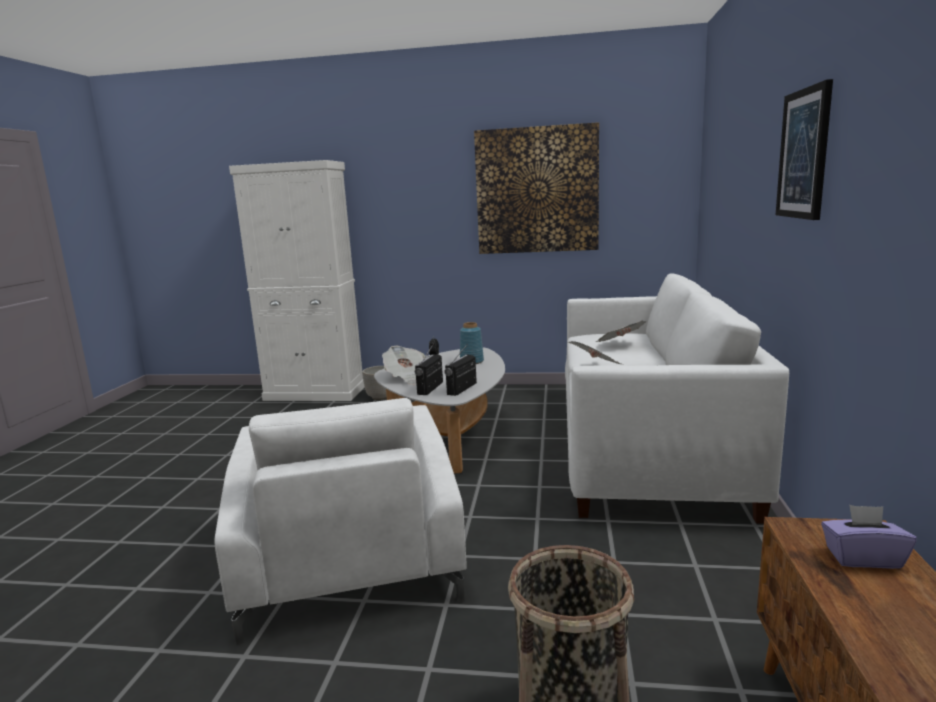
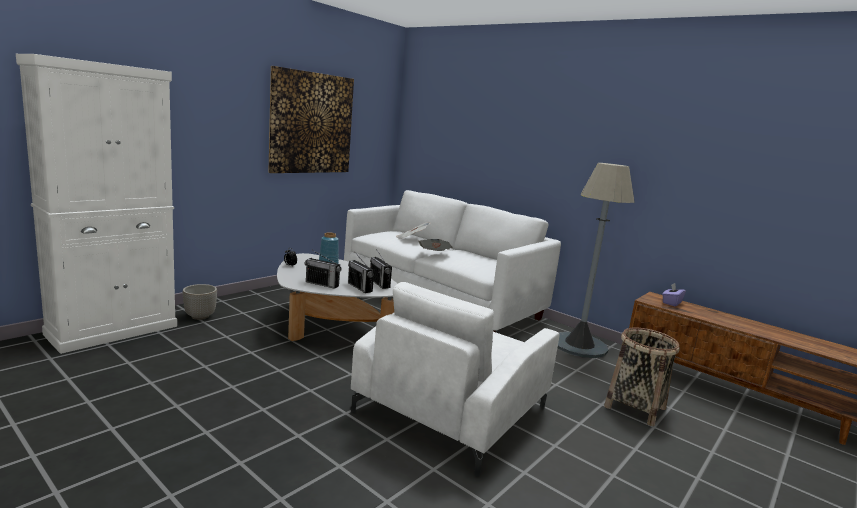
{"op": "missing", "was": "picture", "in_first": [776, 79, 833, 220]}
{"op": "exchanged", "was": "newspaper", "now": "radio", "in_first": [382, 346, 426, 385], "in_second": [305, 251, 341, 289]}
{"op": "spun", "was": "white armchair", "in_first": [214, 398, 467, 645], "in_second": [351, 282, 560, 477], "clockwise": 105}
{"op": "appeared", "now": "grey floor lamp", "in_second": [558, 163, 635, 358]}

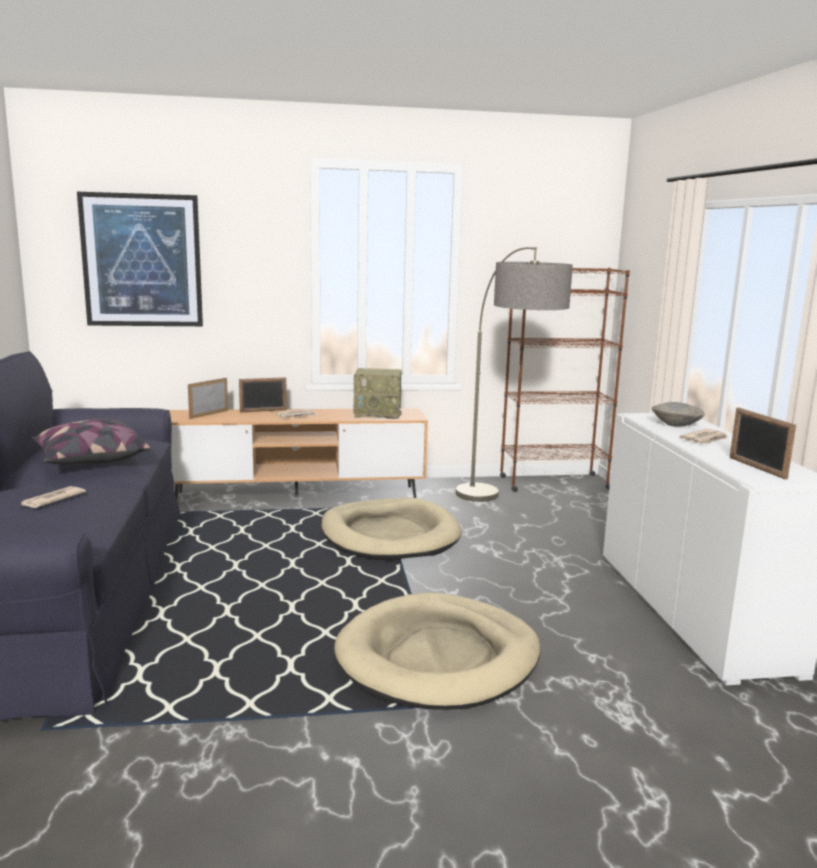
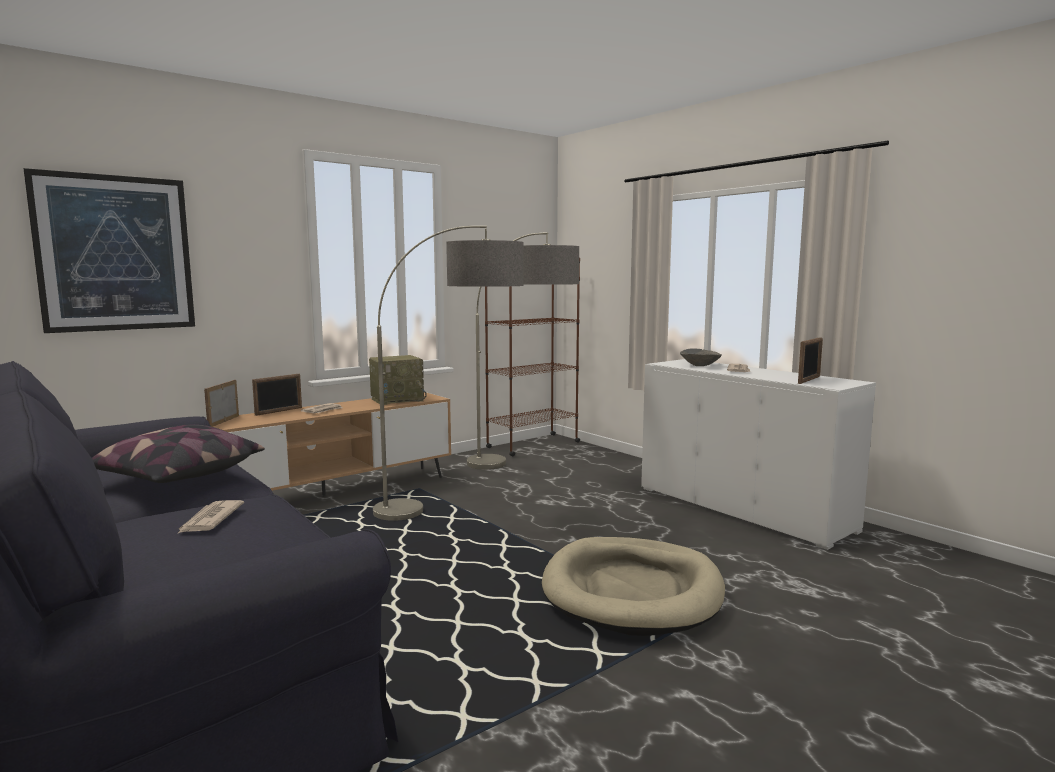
{"op": "spun", "was": "picture frame", "in_first": [730, 408, 796, 479], "in_second": [798, 337, 823, 384], "clockwise": -90}
{"op": "exchanged", "was": "beige dog bed", "now": "floor lamp", "in_first": [321, 497, 462, 561], "in_second": [373, 226, 523, 521]}

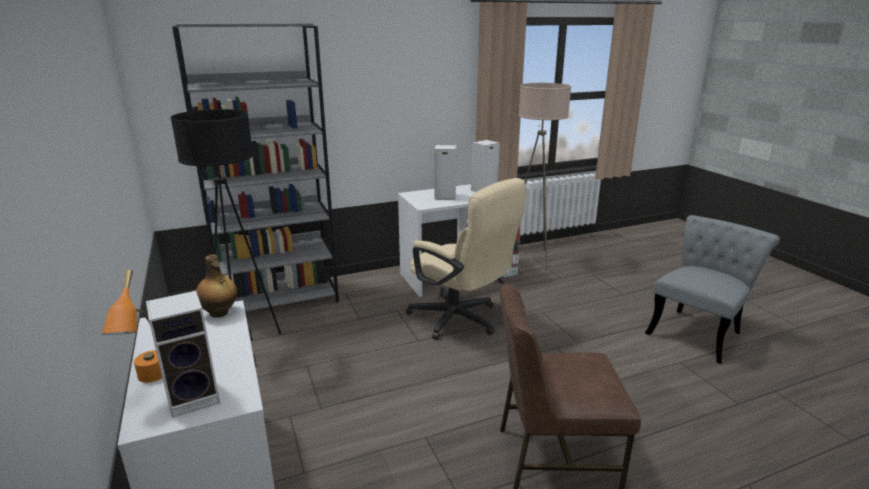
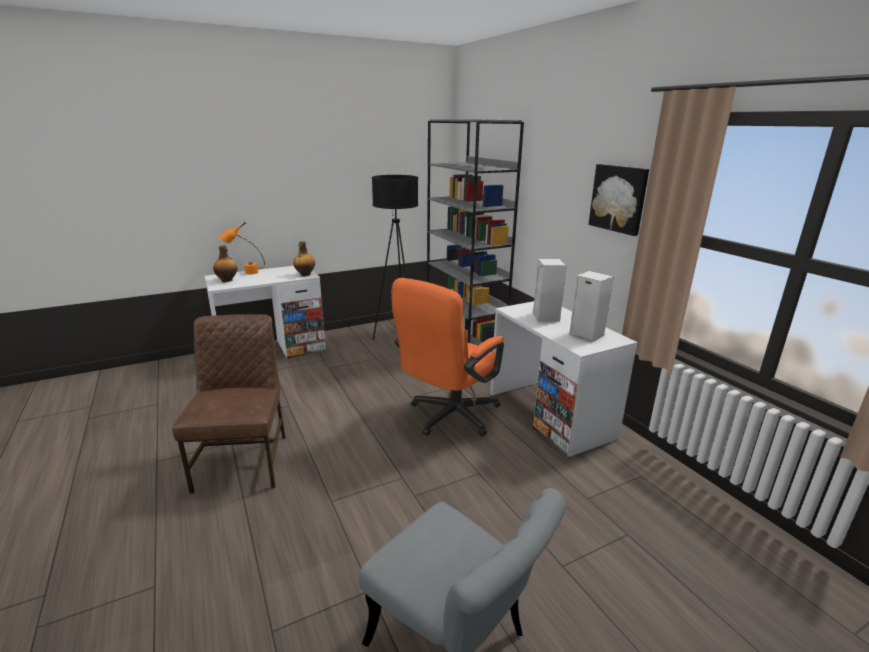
{"op": "missing", "was": "beige floor lamp", "in_first": [518, 83, 571, 270]}
{"op": "colour", "was": "beige office chair", "now": "orange office chair", "in_first": [405, 178, 526, 340], "in_second": [391, 278, 504, 436]}
{"op": "exchanged", "was": "speaker", "now": "bottle", "in_first": [146, 291, 220, 418], "in_second": [213, 245, 238, 282]}
{"op": "appeared", "now": "picture", "in_second": [589, 164, 649, 236]}

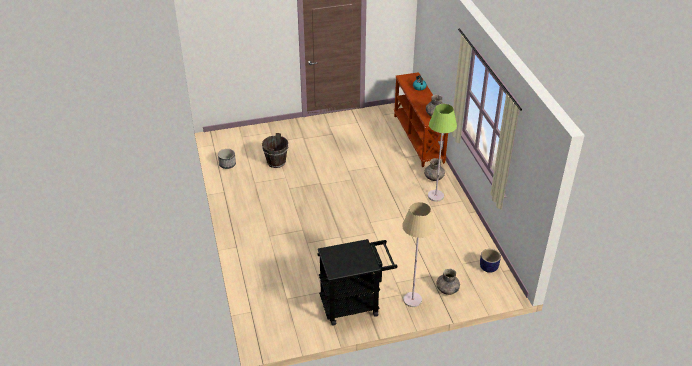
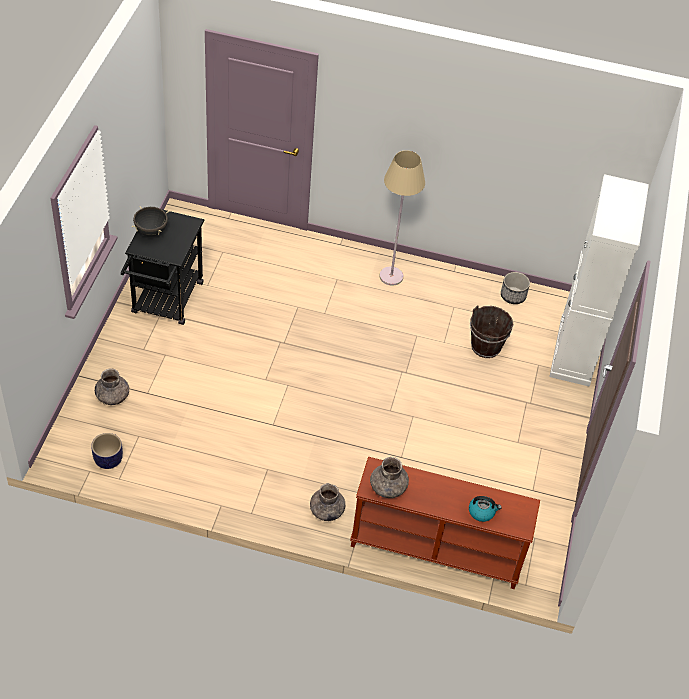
{"op": "missing", "was": "green floor lamp", "in_first": [428, 104, 457, 202]}
{"op": "relocated", "was": "beige floor lamp", "in_first": [402, 202, 435, 307], "in_second": [379, 150, 425, 286]}
{"op": "appeared", "now": "white cabinet", "in_second": [549, 174, 649, 387]}
{"op": "appeared", "now": "black cooking pot", "in_second": [132, 206, 169, 237]}

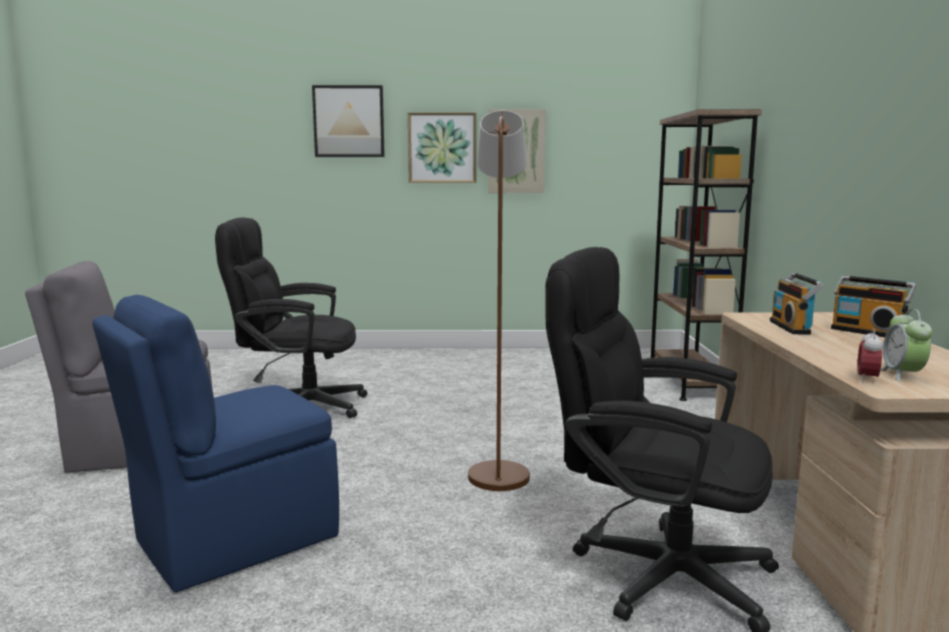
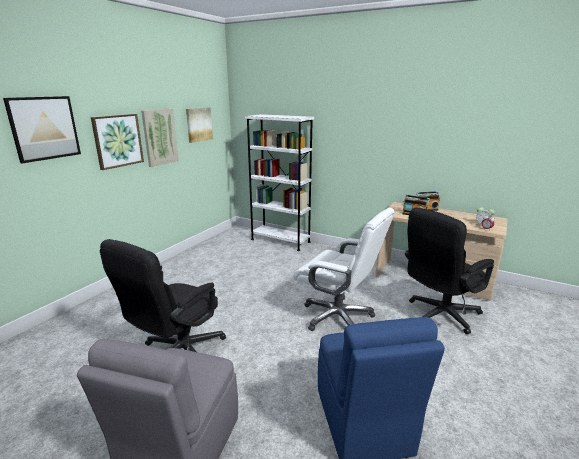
{"op": "colour", "was": "brown bookcase", "now": "white bookcase", "in_first": [651, 109, 762, 401], "in_second": [245, 114, 314, 251]}
{"op": "exchanged", "was": "brown floor lamp", "now": "white office chair", "in_first": [468, 111, 530, 491], "in_second": [294, 208, 395, 331]}
{"op": "appeared", "now": "picture", "in_second": [186, 107, 213, 143]}

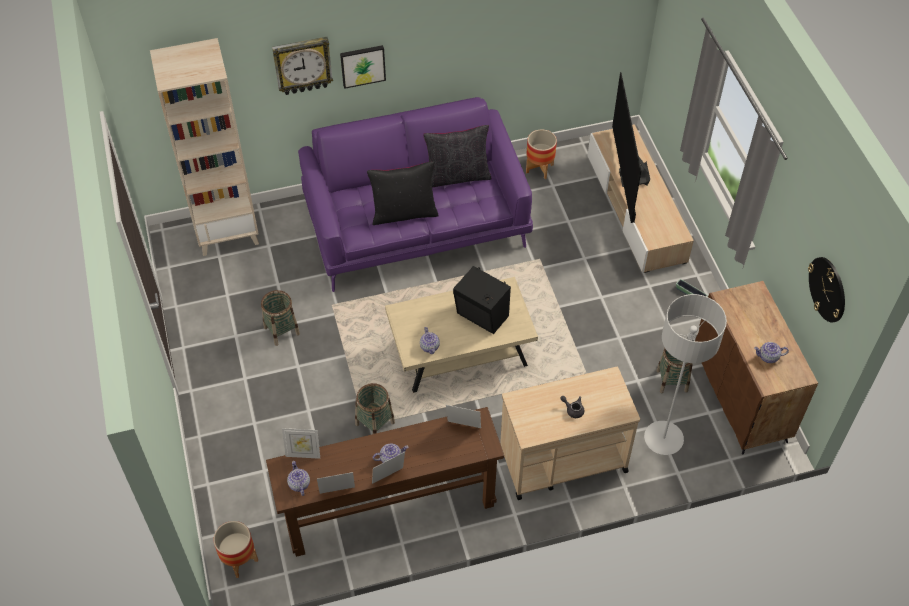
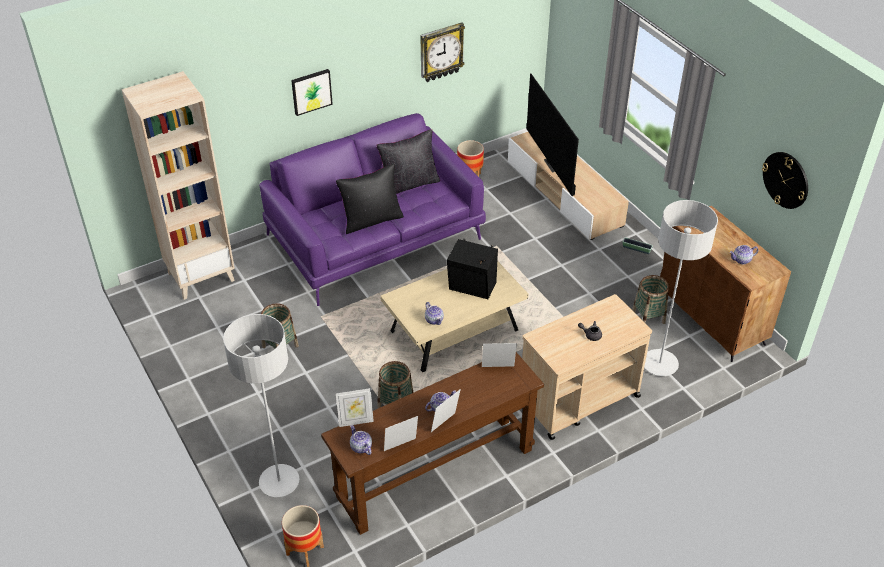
{"op": "relocated", "was": "wall clock", "in_first": [272, 37, 333, 95], "in_second": [420, 22, 465, 82]}
{"op": "appeared", "now": "grey floor lamp", "in_second": [223, 314, 299, 497]}

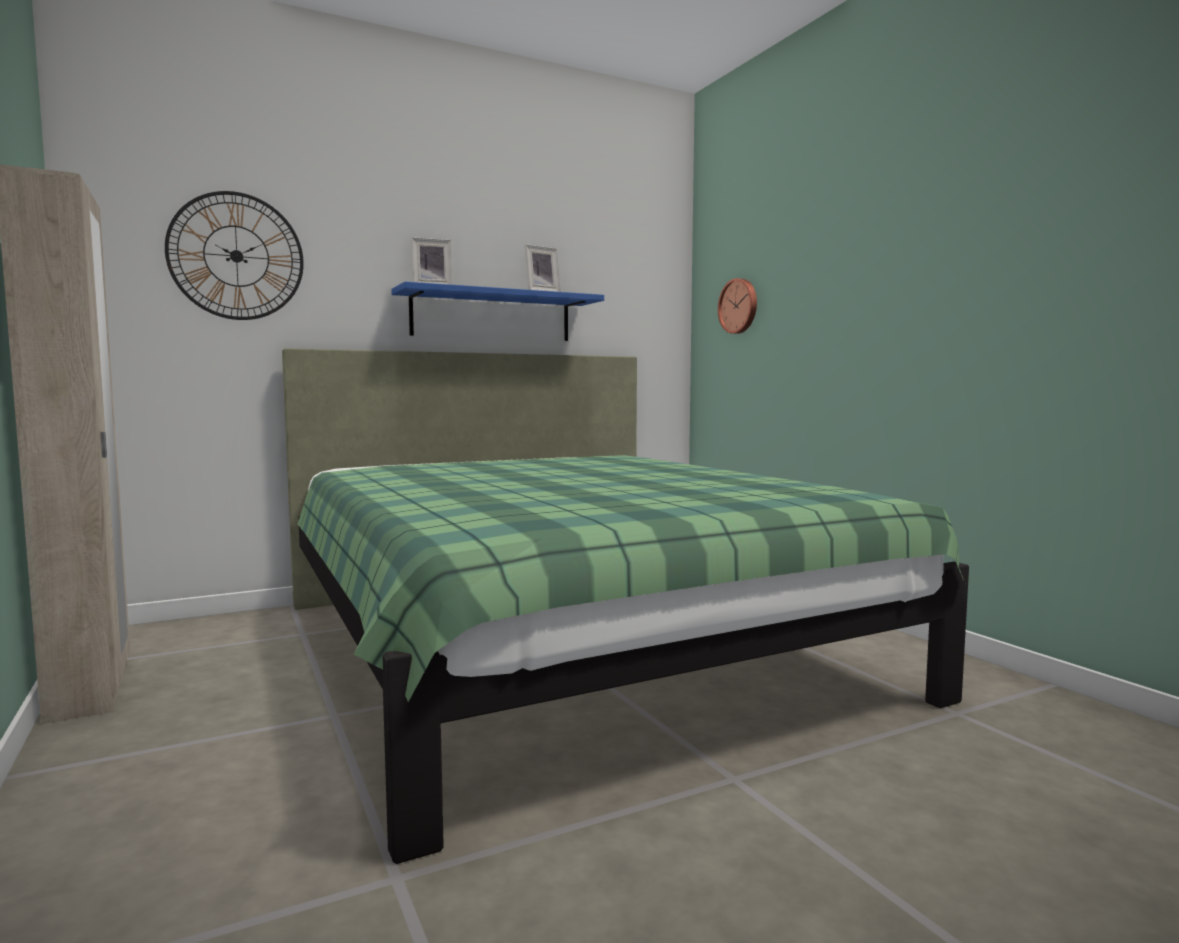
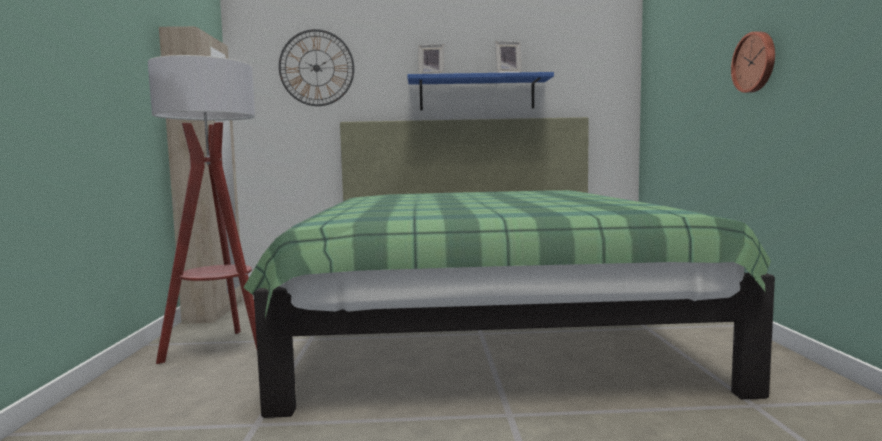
{"op": "relocated", "was": "wall clock", "in_first": [718, 278, 757, 334], "in_second": [731, 32, 775, 93]}
{"op": "appeared", "now": "floor lamp", "in_second": [148, 55, 257, 364]}

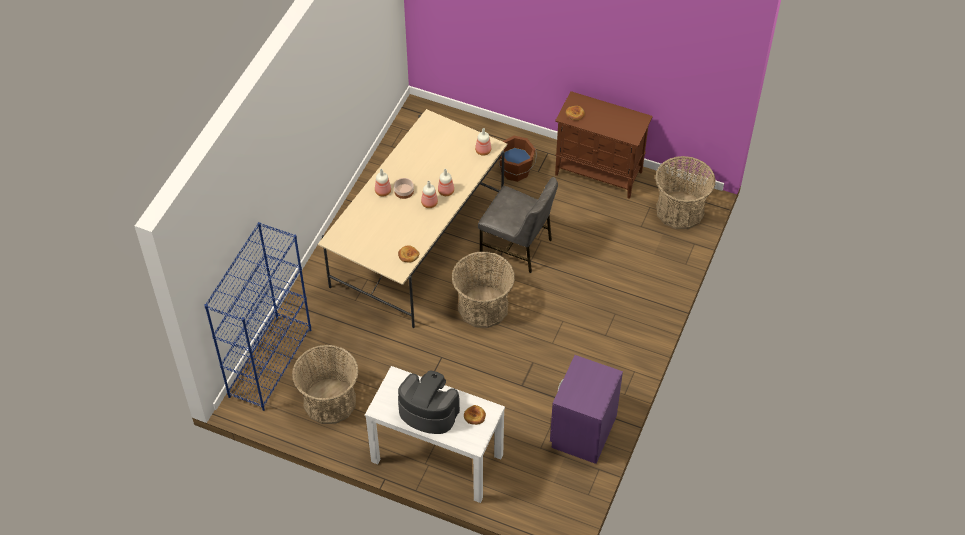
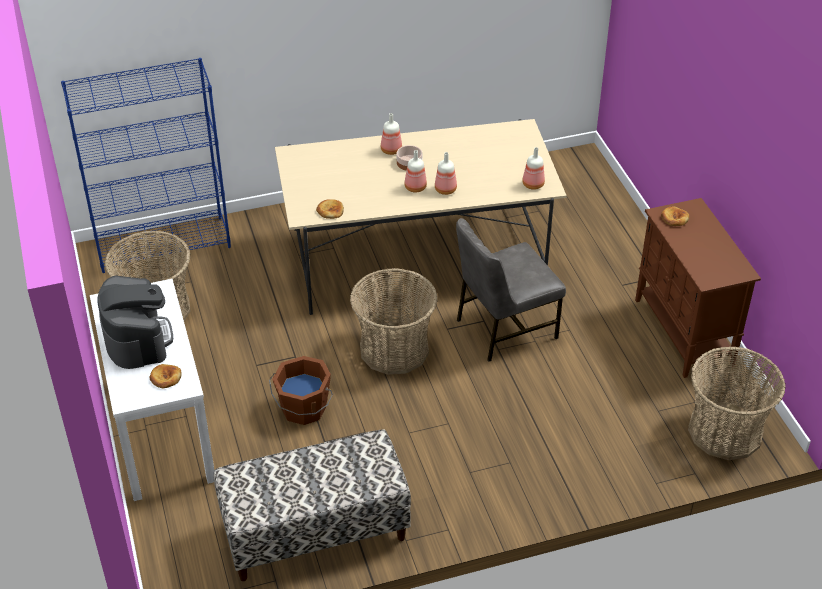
{"op": "relocated", "was": "brown bucket", "in_first": [499, 136, 537, 182], "in_second": [269, 356, 333, 425]}
{"op": "spun", "was": "grey chair", "in_first": [478, 177, 558, 273], "in_second": [456, 218, 566, 362], "clockwise": 75}
{"op": "exchanged", "was": "purple nightstand", "now": "bench", "in_first": [550, 355, 623, 464], "in_second": [214, 429, 411, 581]}

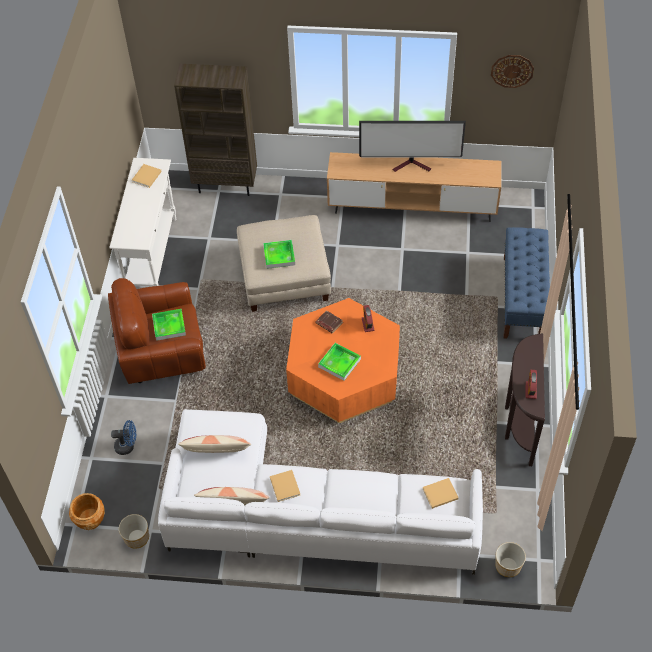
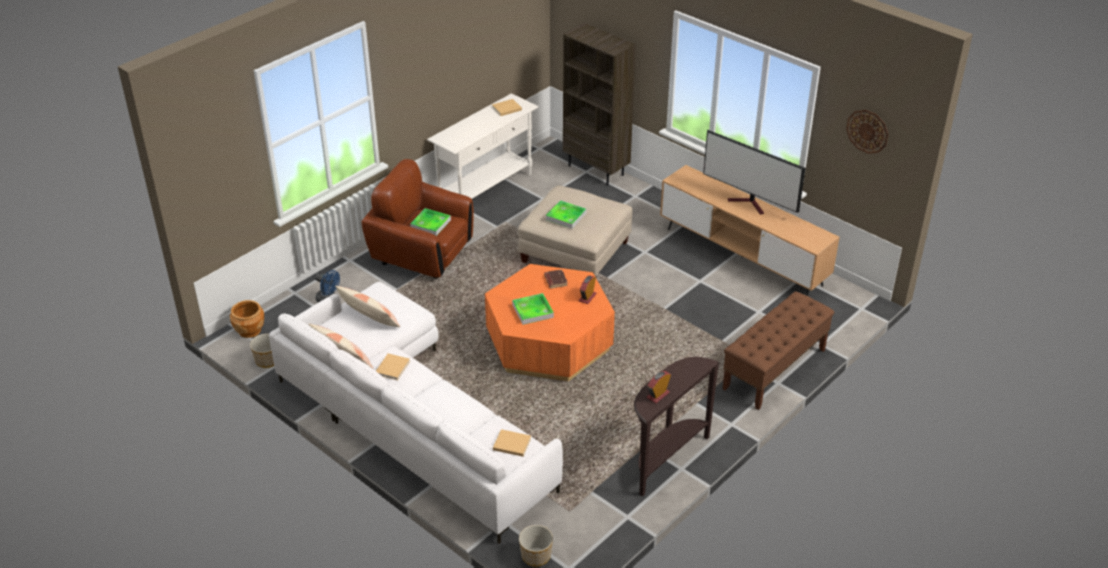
{"op": "colour", "was": "blue bench", "now": "brown bench", "in_first": [503, 227, 550, 339], "in_second": [722, 291, 834, 410]}

